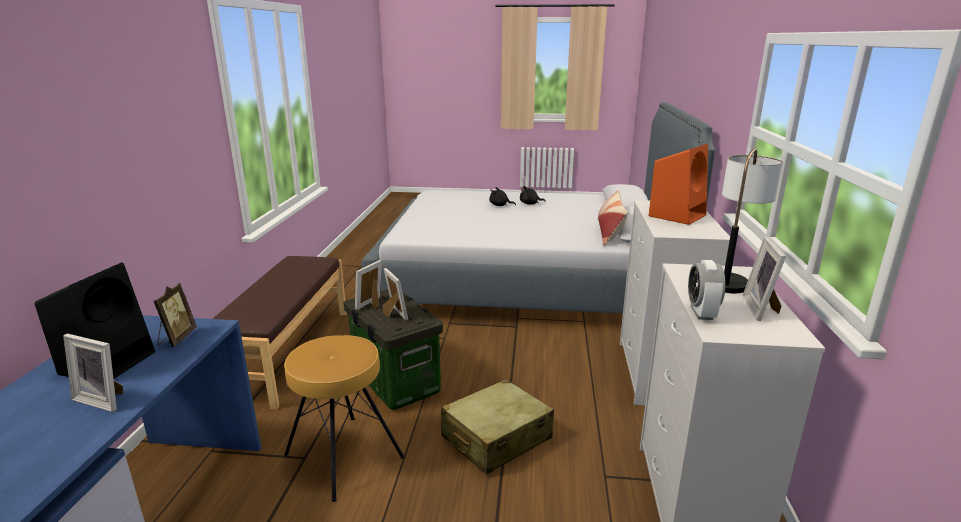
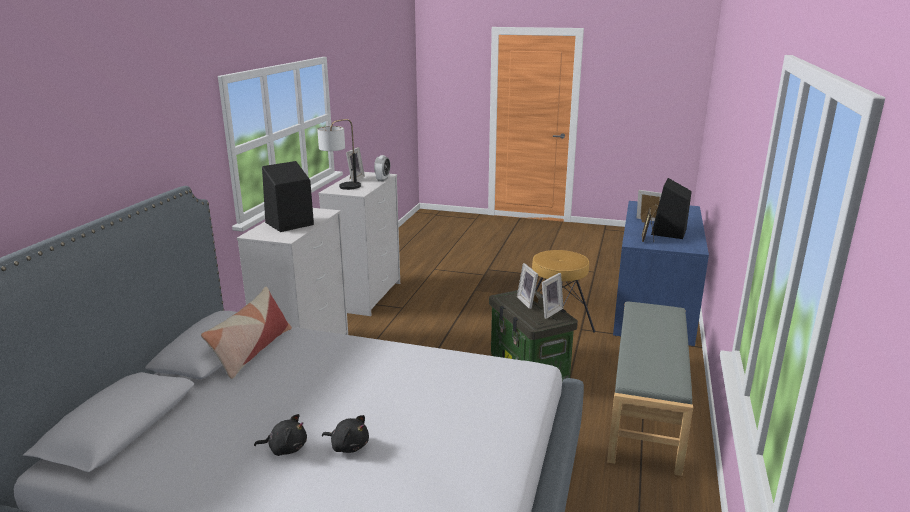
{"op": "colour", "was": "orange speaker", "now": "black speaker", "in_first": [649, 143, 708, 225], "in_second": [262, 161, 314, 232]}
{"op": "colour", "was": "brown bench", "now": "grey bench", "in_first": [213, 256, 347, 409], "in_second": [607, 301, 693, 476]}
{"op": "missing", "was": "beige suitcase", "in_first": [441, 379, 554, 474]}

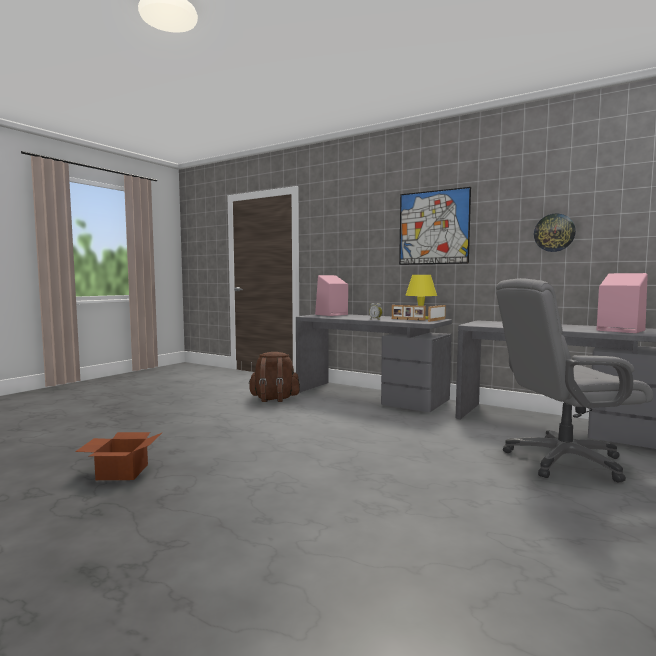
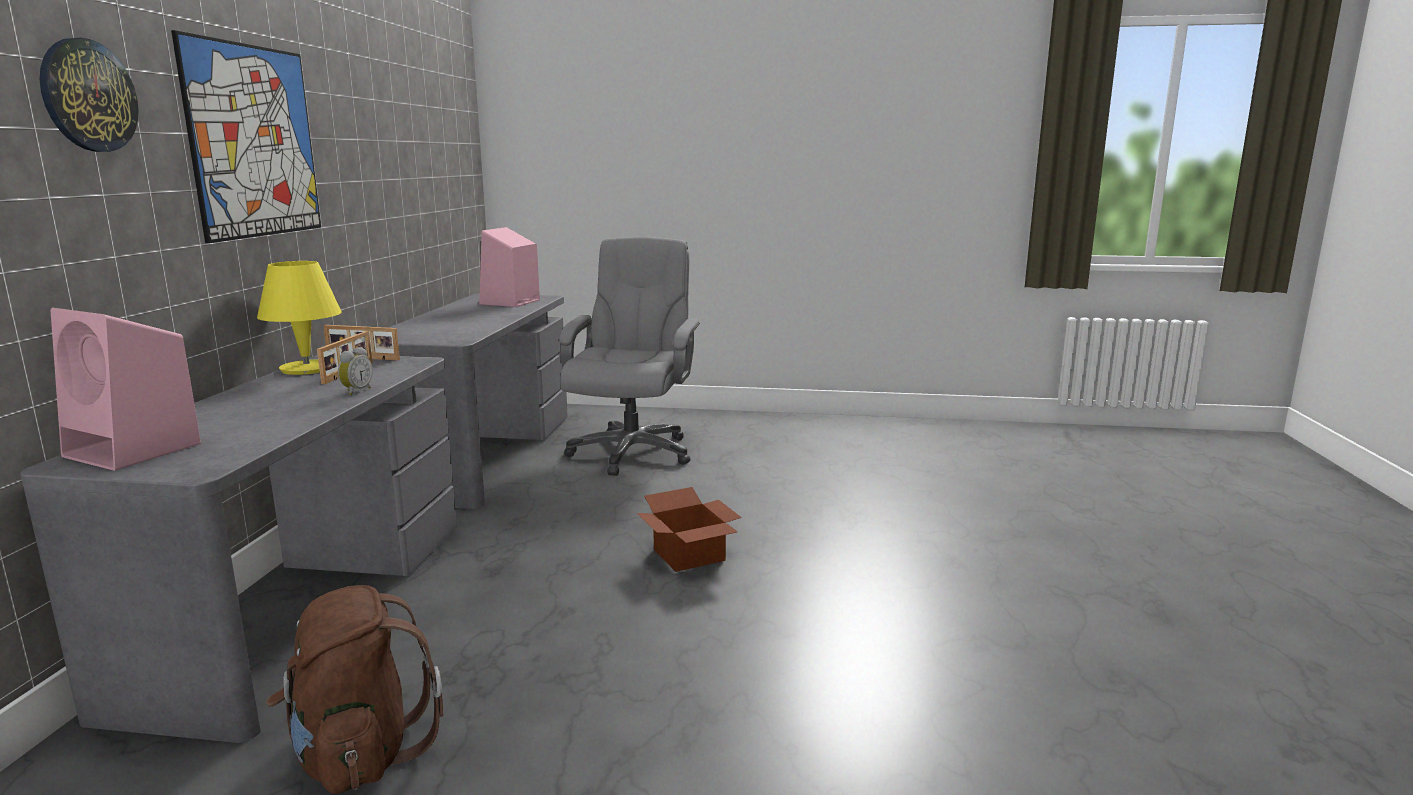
{"op": "relocated", "was": "wall clock", "in_first": [534, 213, 576, 252], "in_second": [40, 38, 139, 152]}
{"op": "spun", "was": "grey office chair", "in_first": [496, 278, 653, 483], "in_second": [559, 236, 700, 476], "clockwise": -135}
{"op": "relocated", "was": "cardboard box", "in_first": [75, 432, 163, 480], "in_second": [637, 487, 742, 572]}

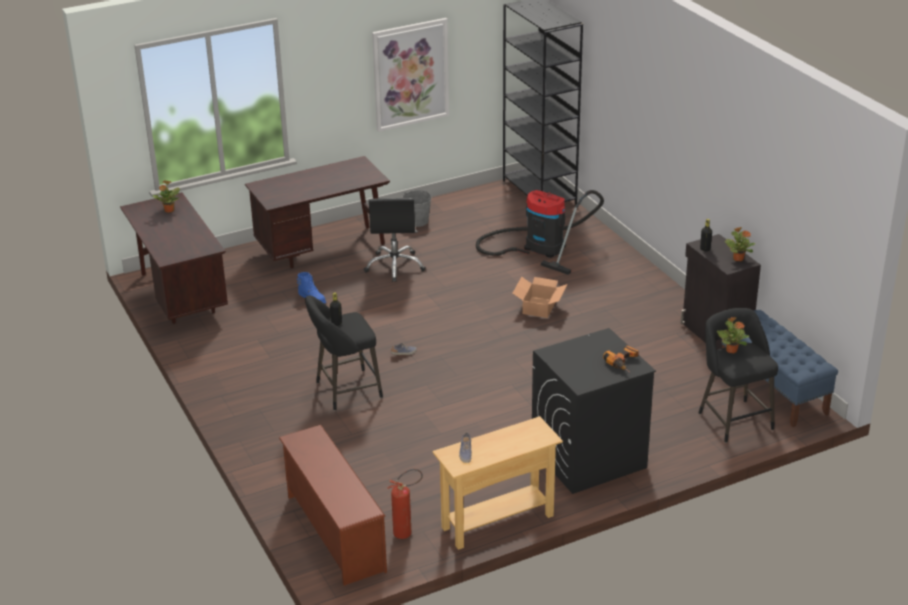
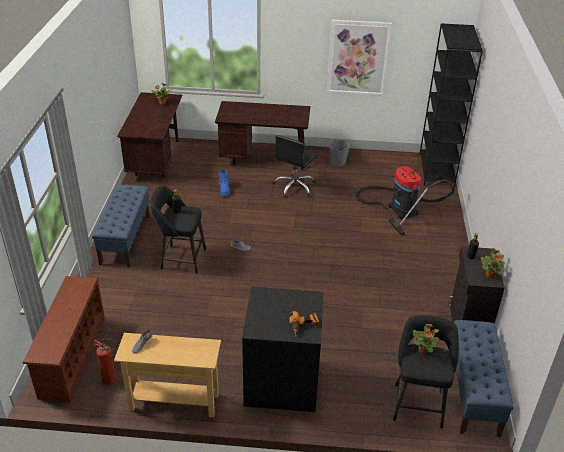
{"op": "missing", "was": "cardboard box", "in_first": [513, 277, 567, 318]}
{"op": "appeared", "now": "blue bench", "in_second": [92, 185, 150, 268]}

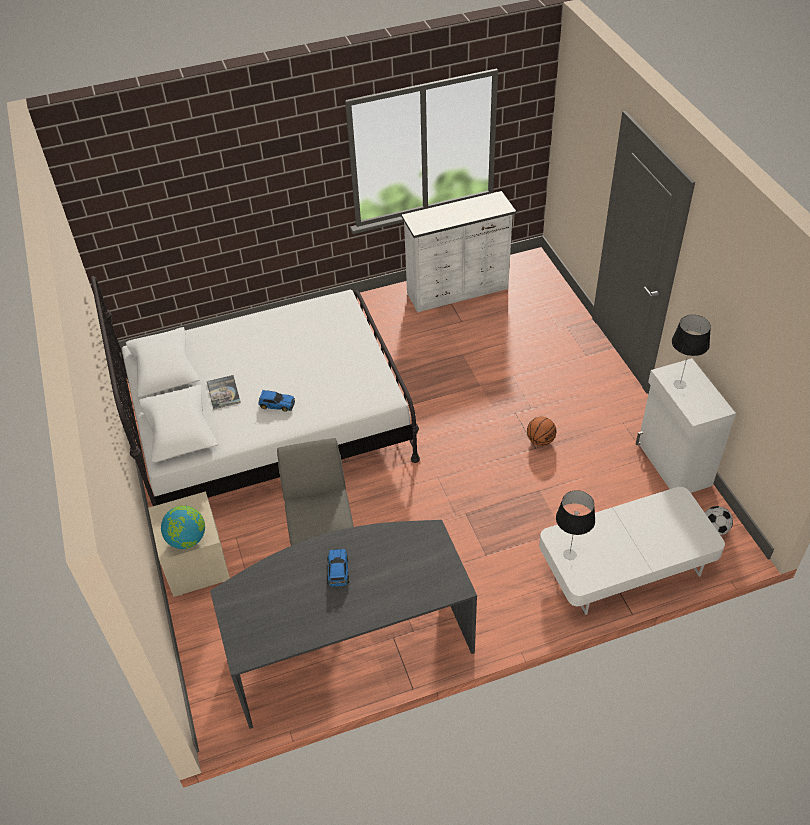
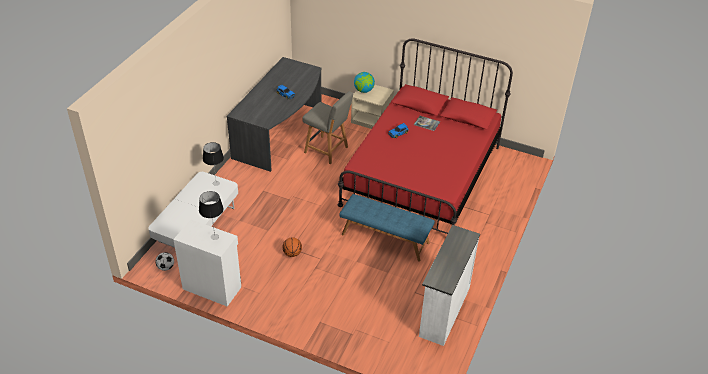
{"op": "colour", "was": "white bed", "now": "red bed", "in_first": [91, 276, 420, 506], "in_second": [338, 38, 513, 234]}
{"op": "appeared", "now": "blue bench", "in_second": [339, 194, 435, 262]}

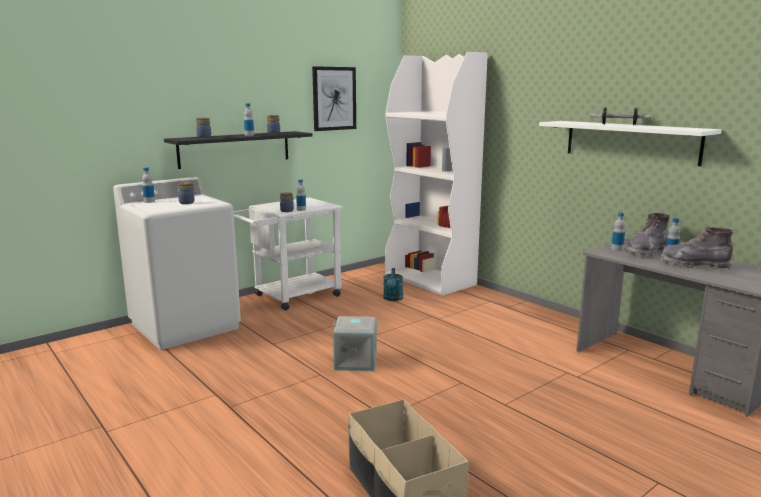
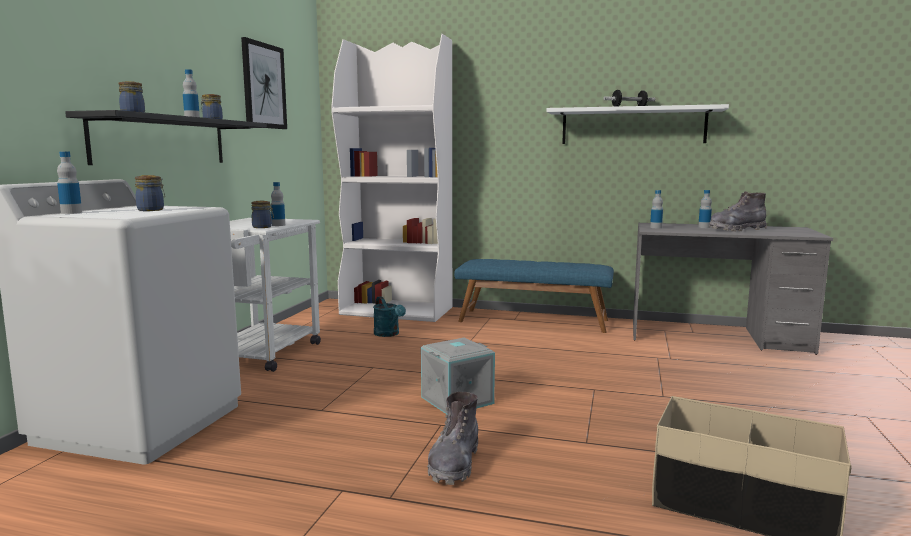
{"op": "relocated", "was": "grey boot", "in_first": [626, 213, 670, 257], "in_second": [427, 392, 478, 485]}
{"op": "appeared", "now": "blue bench", "in_second": [454, 259, 614, 333]}

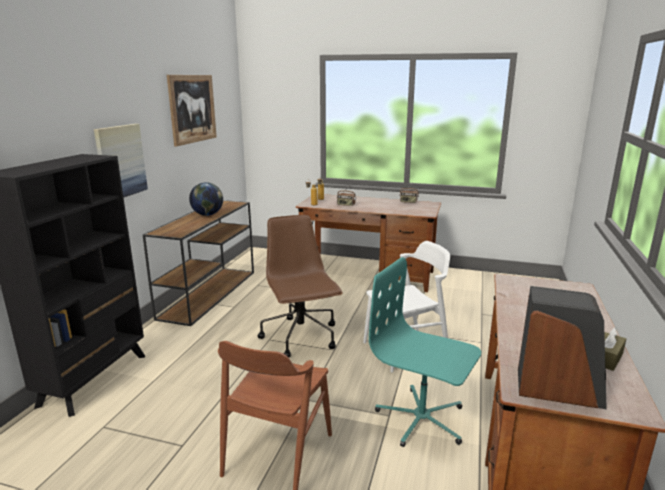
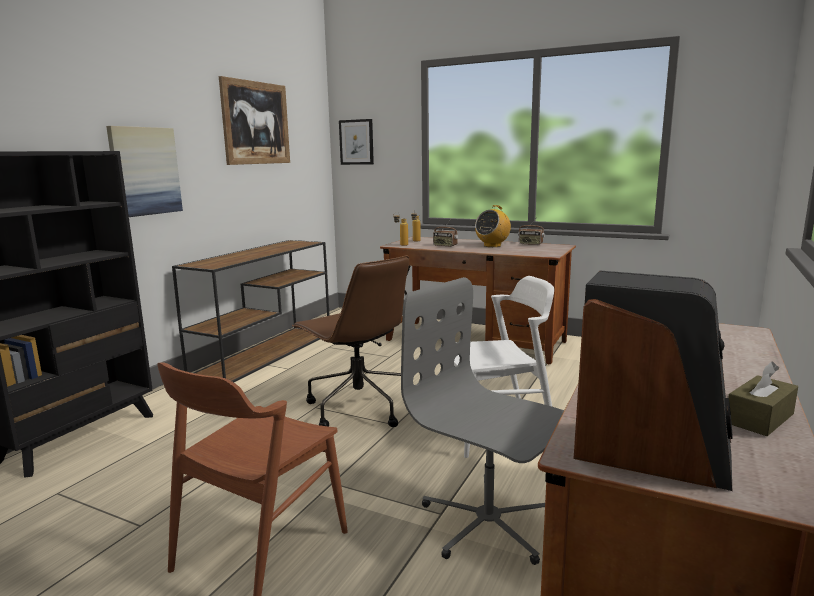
{"op": "missing", "was": "globe", "in_first": [189, 182, 223, 216]}
{"op": "spun", "was": "brown office chair", "in_first": [258, 215, 343, 357], "in_second": [292, 256, 409, 427], "clockwise": 150}
{"op": "colour", "was": "turquoise office chair", "now": "grey office chair", "in_first": [369, 257, 481, 447], "in_second": [401, 277, 564, 565]}
{"op": "appeared", "now": "picture", "in_second": [339, 119, 374, 165]}
{"op": "appeared", "now": "radio", "in_second": [475, 205, 511, 247]}

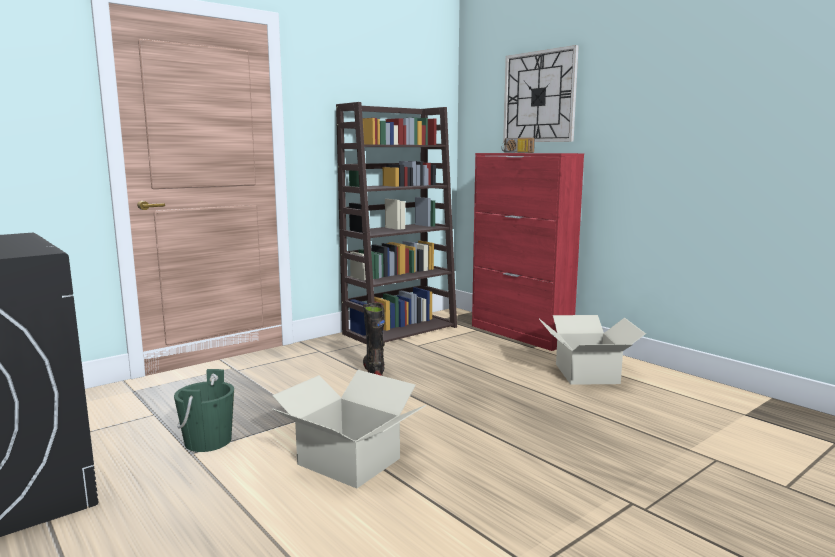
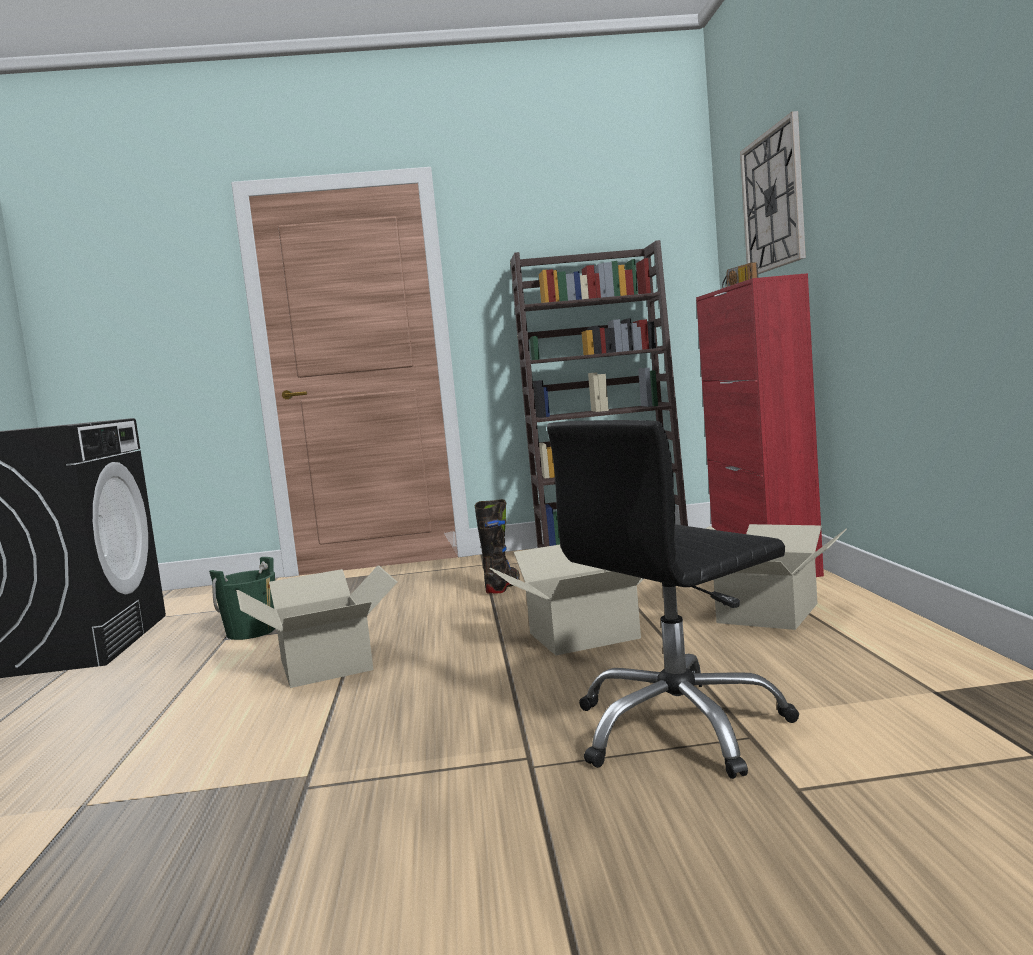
{"op": "appeared", "now": "black office chair", "in_second": [547, 420, 800, 779]}
{"op": "appeared", "now": "cardboard box", "in_second": [489, 544, 644, 655]}

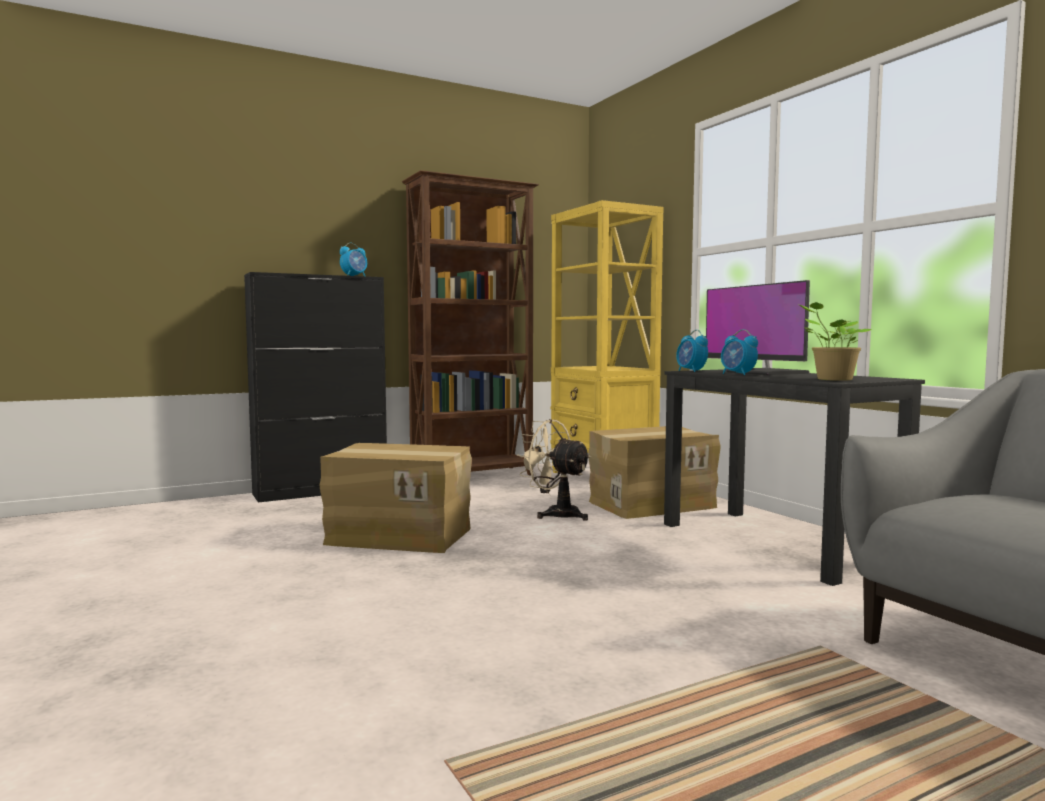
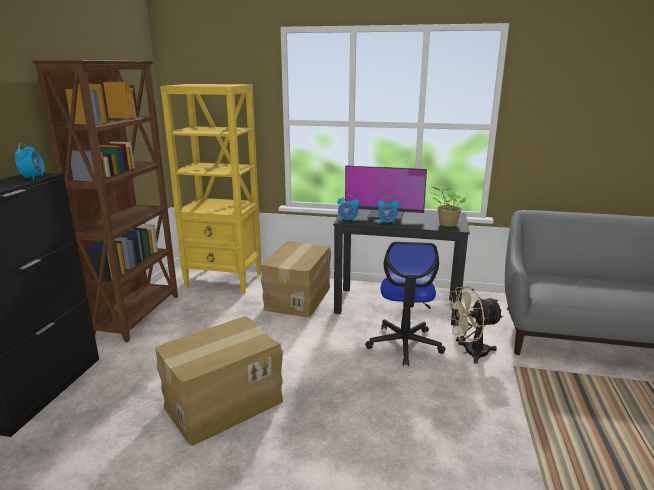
{"op": "relocated", "was": "beige fan", "in_first": [517, 419, 591, 521], "in_second": [446, 286, 504, 364]}
{"op": "appeared", "now": "office chair", "in_second": [365, 242, 446, 366]}

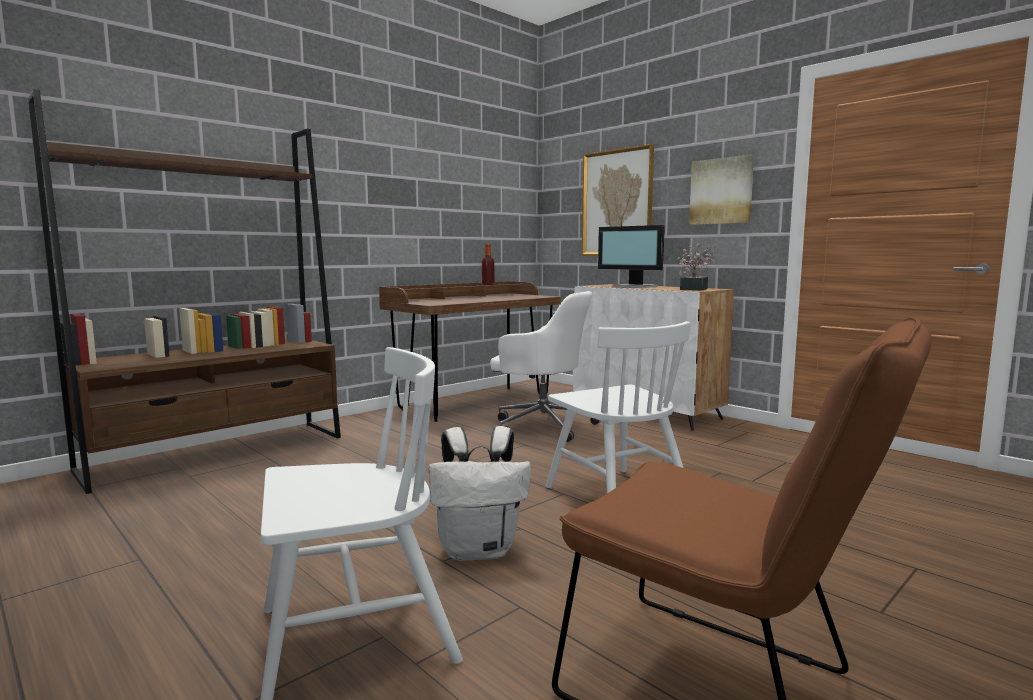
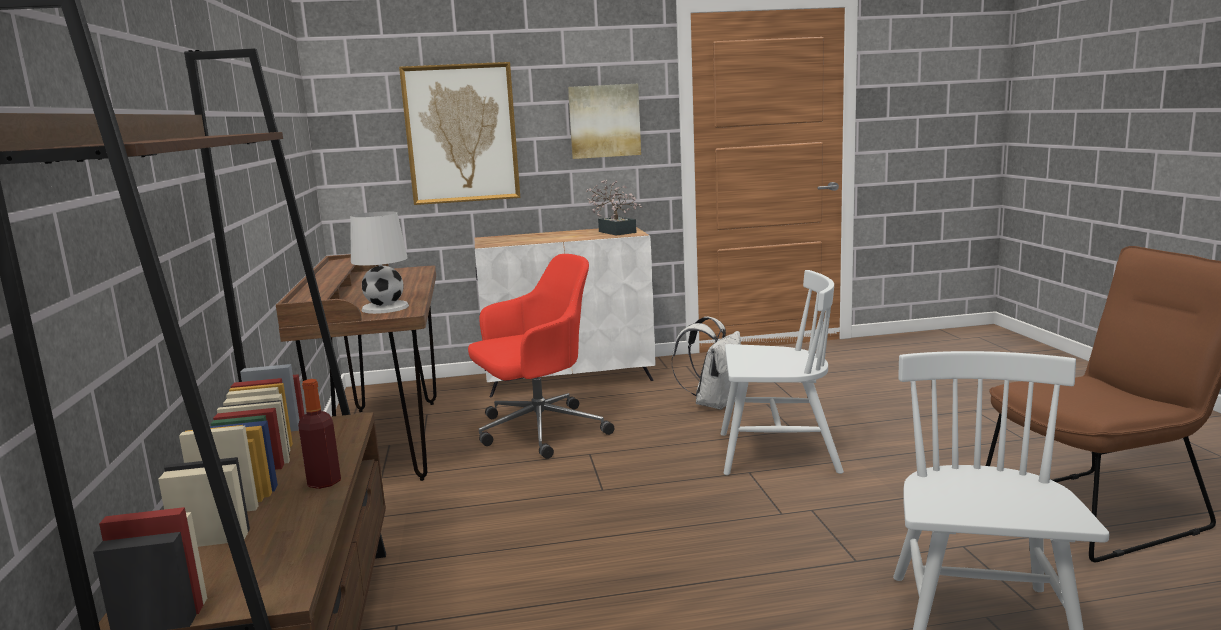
{"op": "missing", "was": "monitor", "in_first": [598, 225, 665, 288]}
{"op": "relocated", "was": "bottle", "in_first": [482, 244, 494, 285], "in_second": [298, 379, 341, 489]}
{"op": "colour", "was": "white office chair", "now": "red office chair", "in_first": [490, 291, 600, 442], "in_second": [468, 254, 614, 459]}
{"op": "relocated", "was": "white backpack", "in_first": [429, 426, 531, 561], "in_second": [672, 316, 741, 410]}
{"op": "appeared", "now": "white table lamp", "in_second": [350, 211, 409, 314]}

